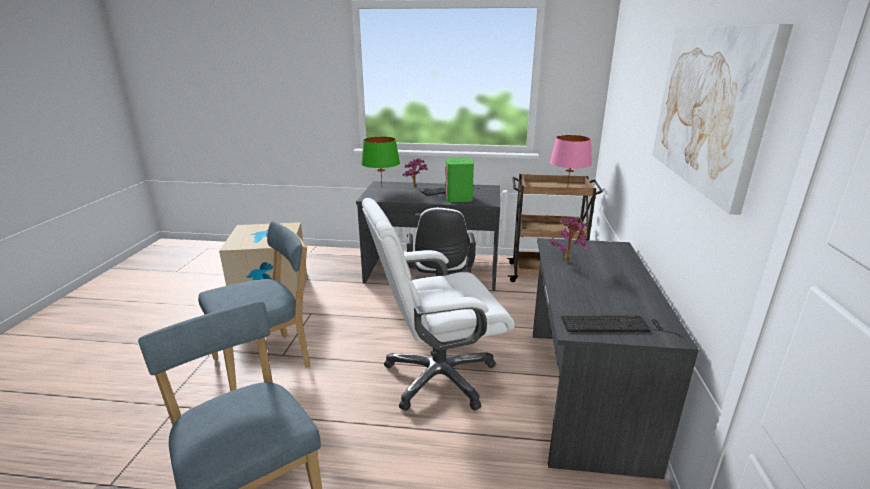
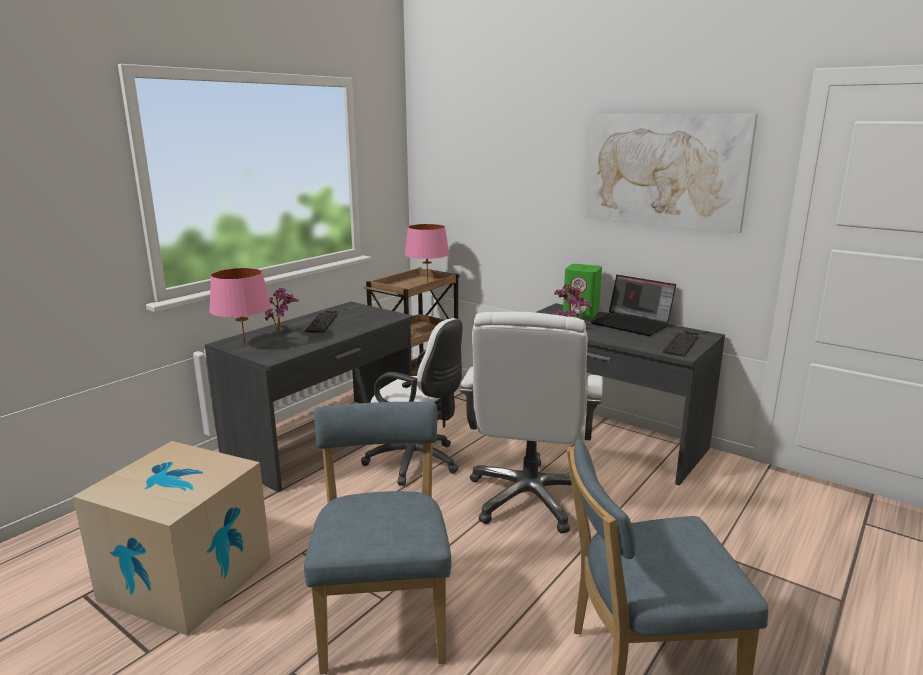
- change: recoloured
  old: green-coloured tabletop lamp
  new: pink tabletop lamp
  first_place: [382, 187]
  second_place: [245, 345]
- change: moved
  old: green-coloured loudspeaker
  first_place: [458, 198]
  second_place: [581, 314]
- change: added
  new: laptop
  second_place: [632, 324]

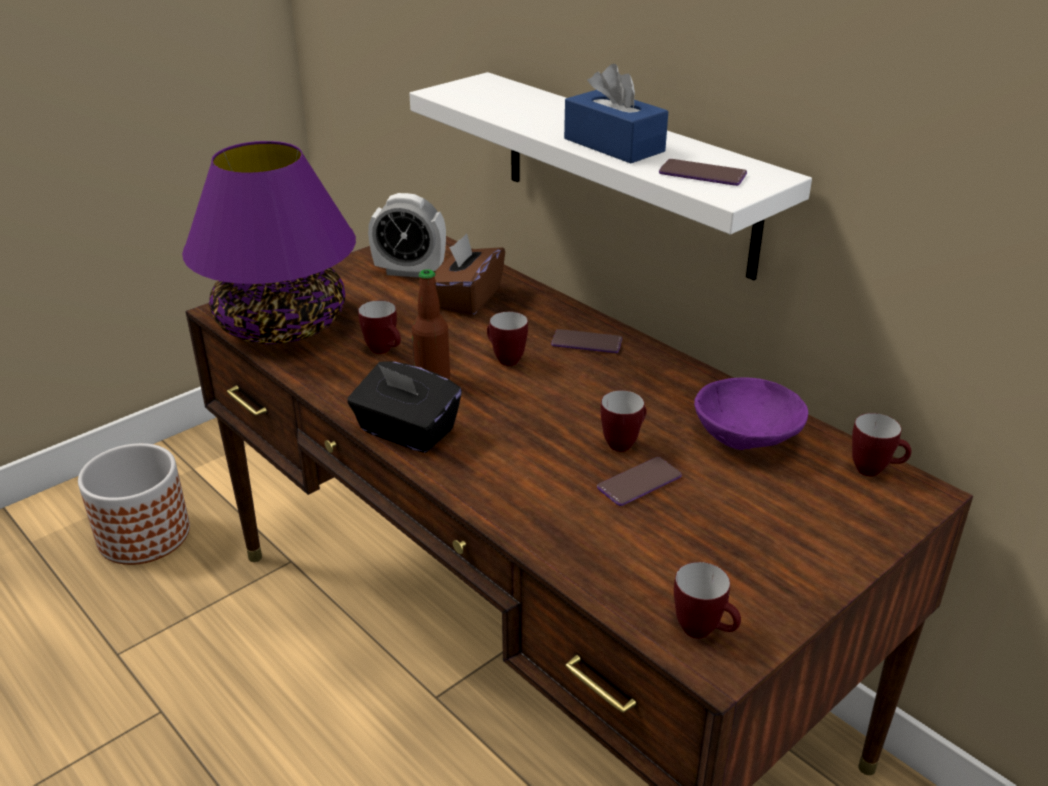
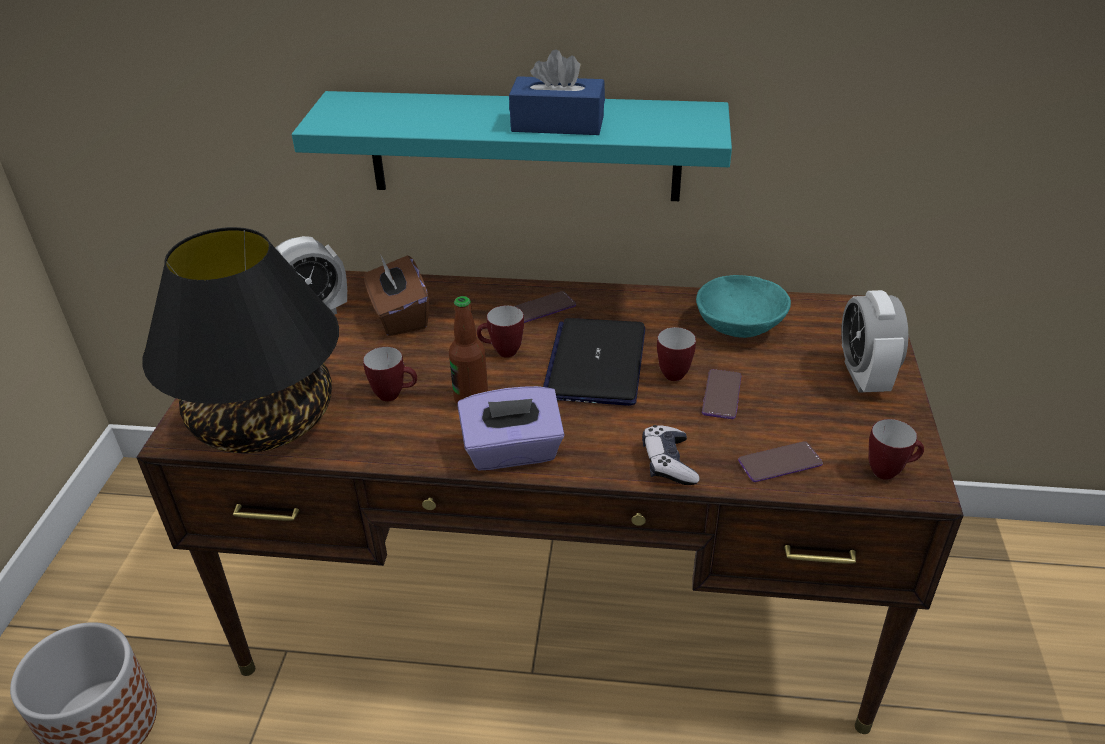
- change: recoloured
  old: purplish tabletop lamp
  new: black-coloured tabletop lamp
  first_place: [281, 326]
  second_place: [263, 421]
- change: recoloured
  old: whitish bracket shelf
  new: blue-green bracket shelf
  first_place: [626, 172]
  second_place: [524, 146]
- change: recoloured
  old: black-coloured box of tissues
  new: purplish box of tissues
  first_place: [406, 432]
  second_place: [512, 452]
- change: added
  new: laptop
  second_place: [596, 363]
- change: added
  new: game controller
  second_place: [668, 463]
- change: recoloured
  old: purplish bowl
  new: blue-green bowl
  first_place: [748, 439]
  second_place: [741, 326]
- change: moved
  old: handset
  first_place: [702, 174]
  second_place: [779, 463]
- change: added
  new: table clock
  second_place: [863, 376]
- change: removed
  old: mug
  first_place: [874, 470]

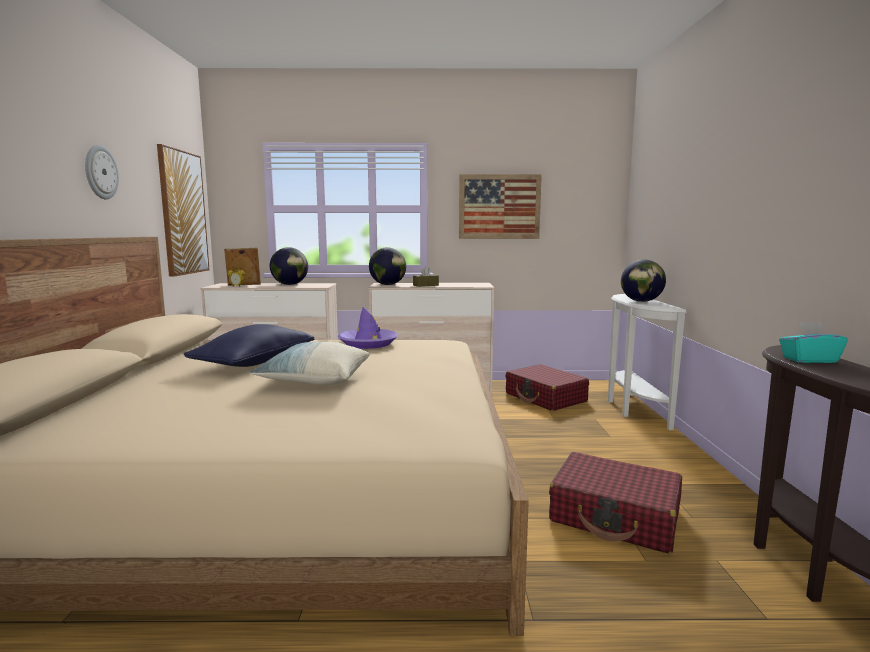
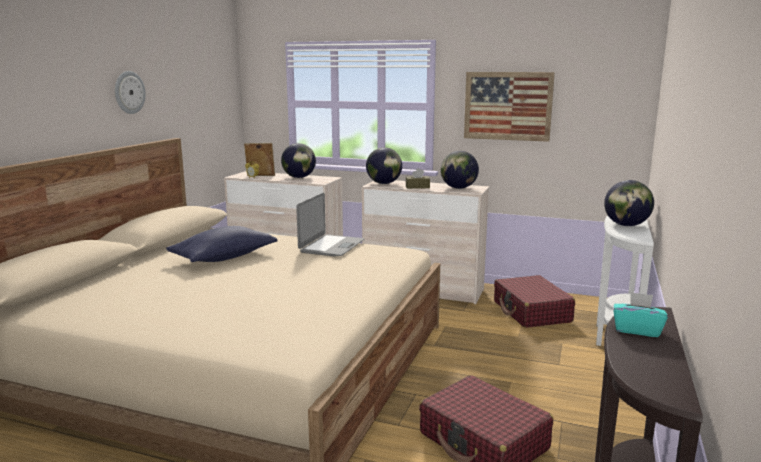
- change: replaced
  old: purplish hat
  new: laptop
  first_place: [368, 343]
  second_place: [331, 246]
- change: added
  new: world globe
  second_place: [458, 188]
- change: removed
  old: wall picture
  first_place: [183, 213]
- change: removed
  old: cushion
  first_place: [315, 380]

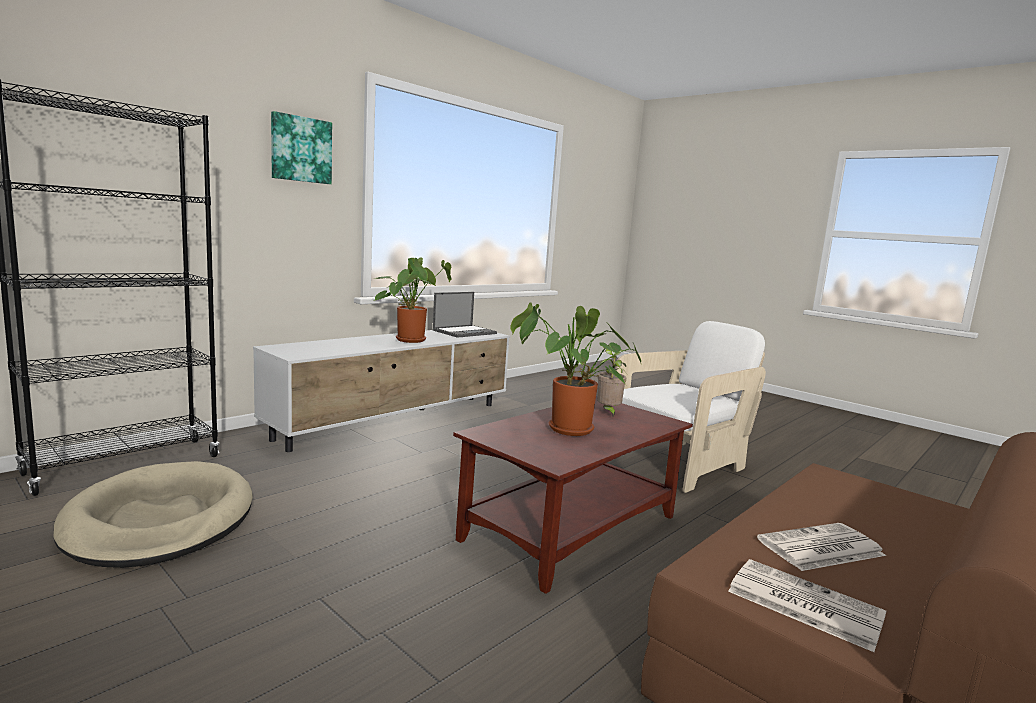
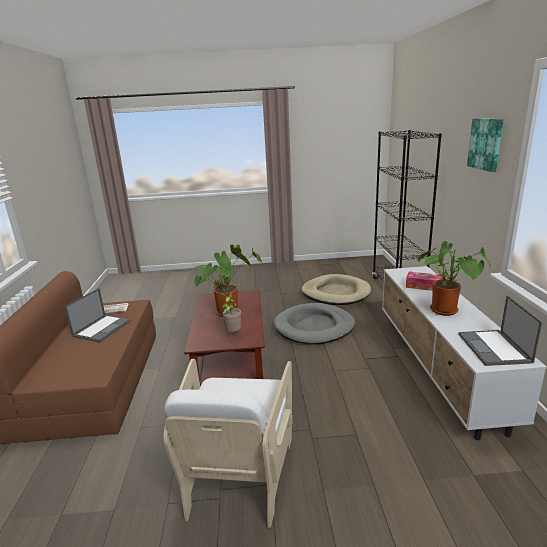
- change: replaced
  old: printed paper
  new: laptop
  first_place: [820, 548]
  second_place: [102, 328]
- change: added
  new: grey dog bed
  second_place: [314, 327]
- change: added
  new: box of tissues
  second_place: [423, 286]

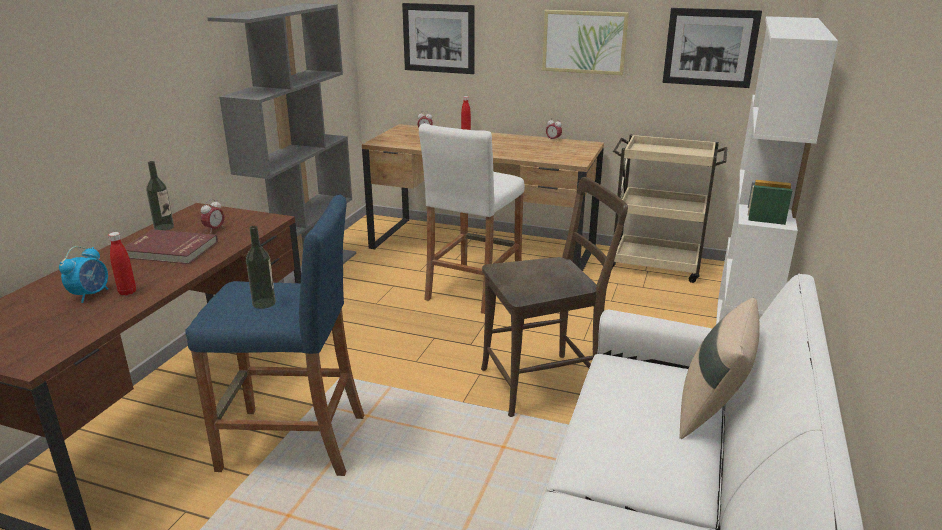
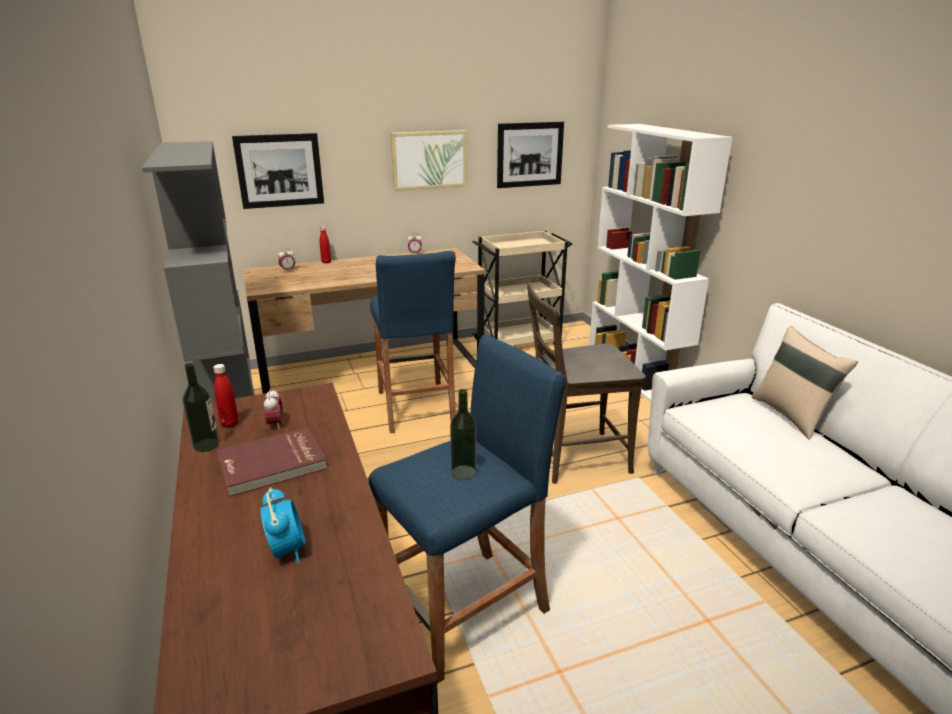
- change: moved
  old: red drink bottle
  first_place: [127, 292]
  second_place: [230, 424]
- change: recoloured
  old: whitish stool
  new: blue stool
  first_place: [473, 288]
  second_place: [415, 407]
- change: turned
  old: brown-coloured plain chair
  first_place: [545, 382]
  second_place: [573, 457]
  degrees: -135

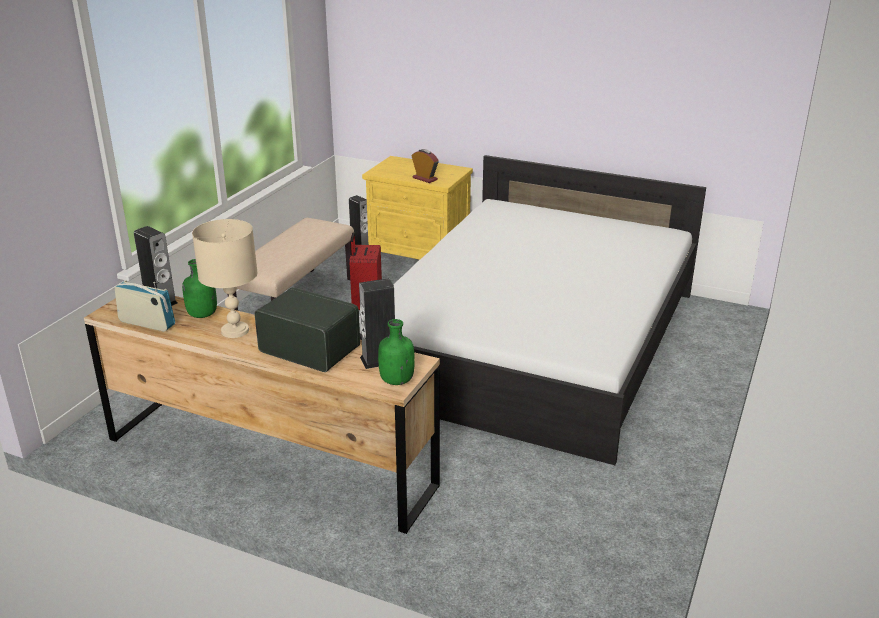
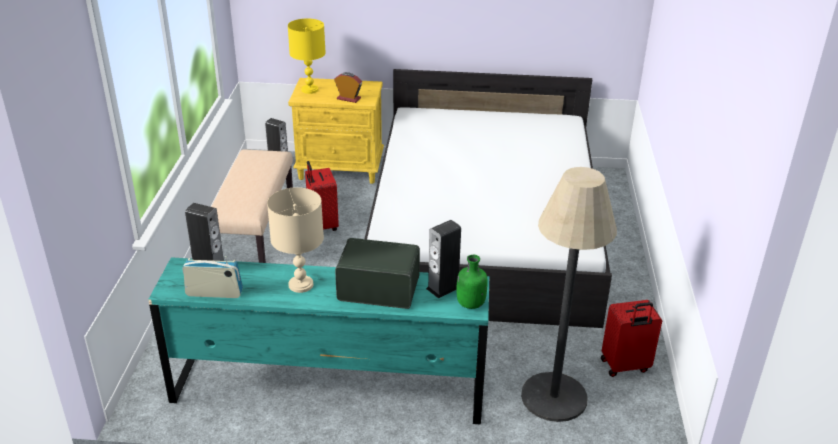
- change: recoloured
  old: brown-coloured drawer chest
  new: blue-green drawer chest
  first_place: [269, 461]
  second_place: [328, 389]
- change: added
  new: yellowish tabletop lamp
  second_place: [309, 90]
- change: added
  new: standing lamp
  second_place: [554, 397]
- change: added
  new: red travel case
  second_place: [625, 366]
- change: removed
  old: green-coloured drink bottle
  first_place: [201, 315]

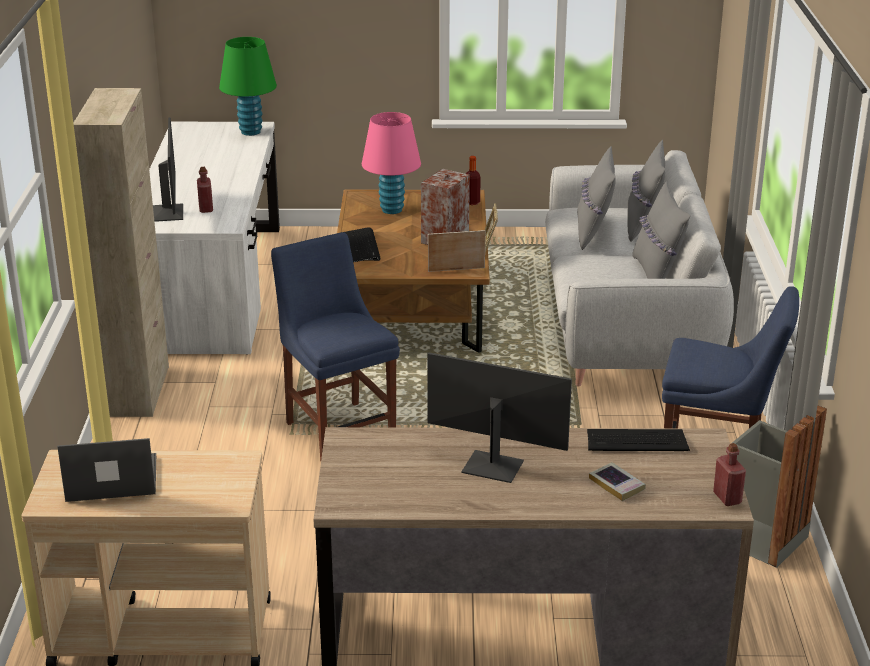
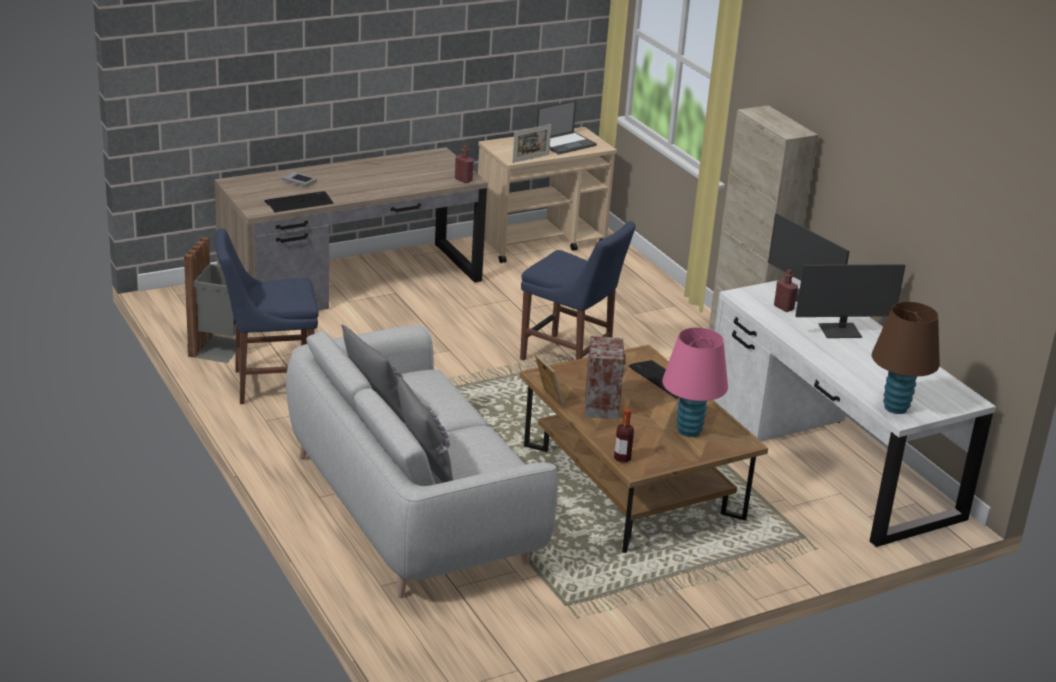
- change: moved
  old: red drink bottle
  first_place: [727, 498]
  second_place: [463, 180]
- change: moved
  old: standing frame
  first_place: [456, 269]
  second_place: [530, 158]
- change: moved
  old: computer screen
  first_place: [493, 465]
  second_place: [840, 331]
- change: recoloured
  old: green-coloured tabletop lamp
  new: brown-coloured tabletop lamp
  first_place: [250, 132]
  second_place: [896, 408]
- change: removed
  old: grey cushion
  first_place: [594, 233]

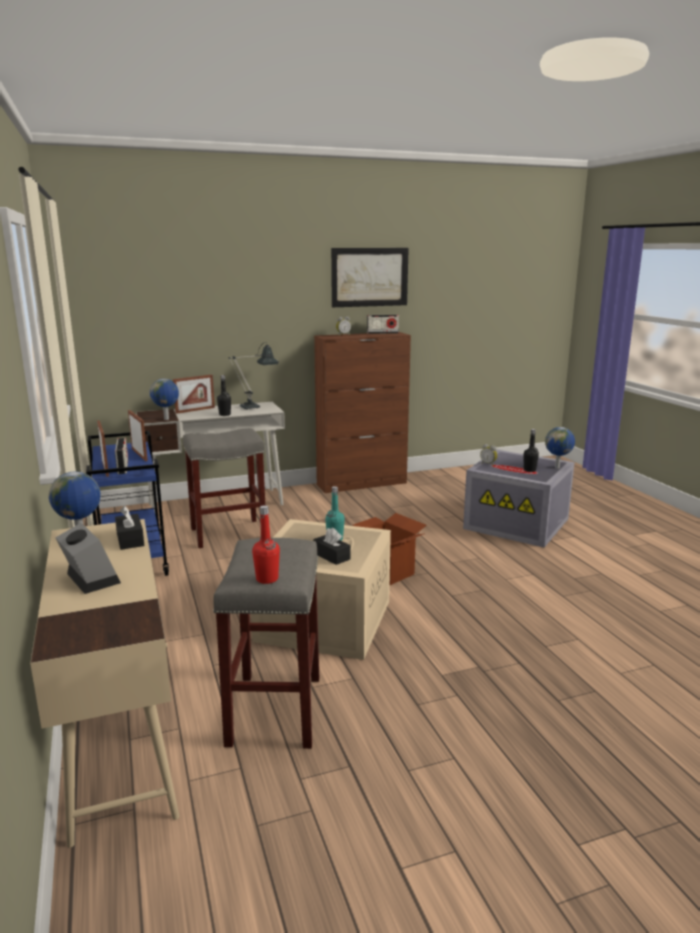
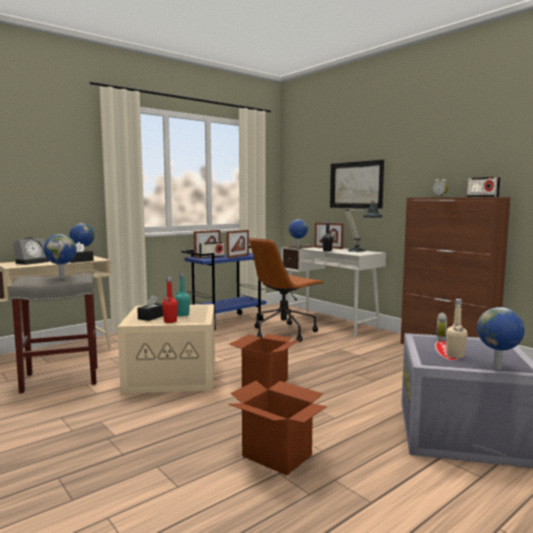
- change: added
  new: world globe
  second_place: [62, 278]
- change: moved
  old: red drink bottle
  first_place: [267, 579]
  second_place: [170, 321]
- change: added
  new: packing box
  second_place: [277, 456]
- change: replaced
  old: grey stool
  new: brown-coloured desk chair
  first_place: [227, 533]
  second_place: [284, 332]
- change: moved
  old: wall picture
  first_place: [369, 277]
  second_place: [356, 185]
- change: recoloured
  old: black-coloured drink bottle
  new: sand-coloured drink bottle
  first_place: [529, 470]
  second_place: [455, 356]

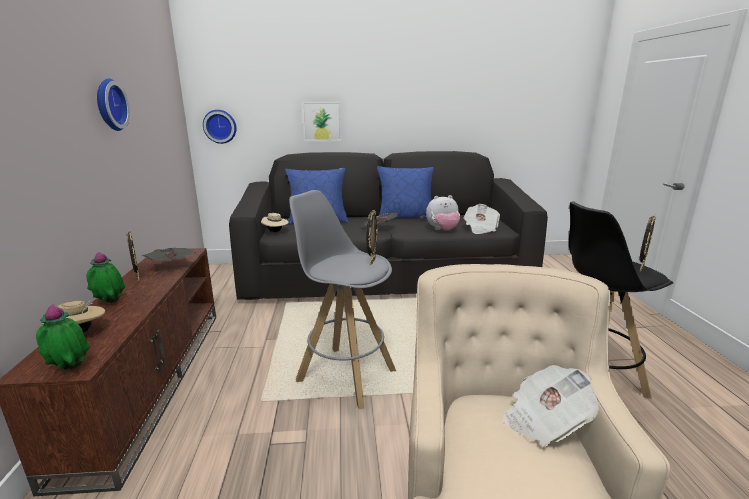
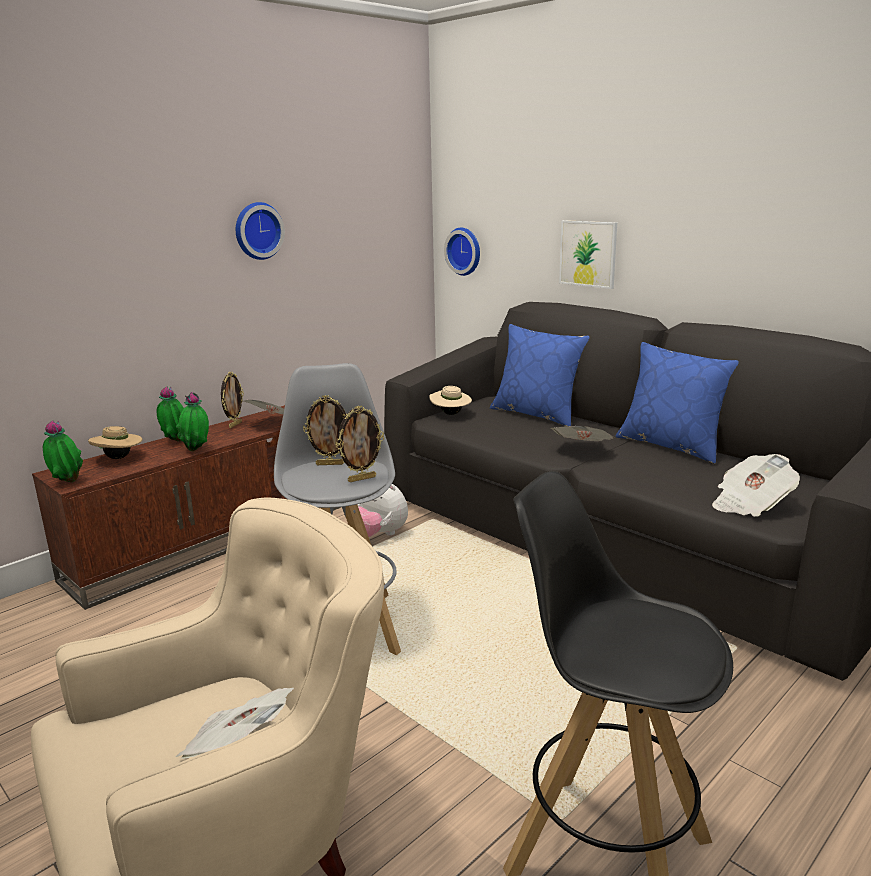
- change: added
  new: plant in a pot
  second_place: [197, 450]
- change: moved
  old: standing frame
  first_place: [640, 268]
  second_place: [330, 464]
- change: moved
  old: plush toy
  first_place: [442, 230]
  second_place: [380, 535]

